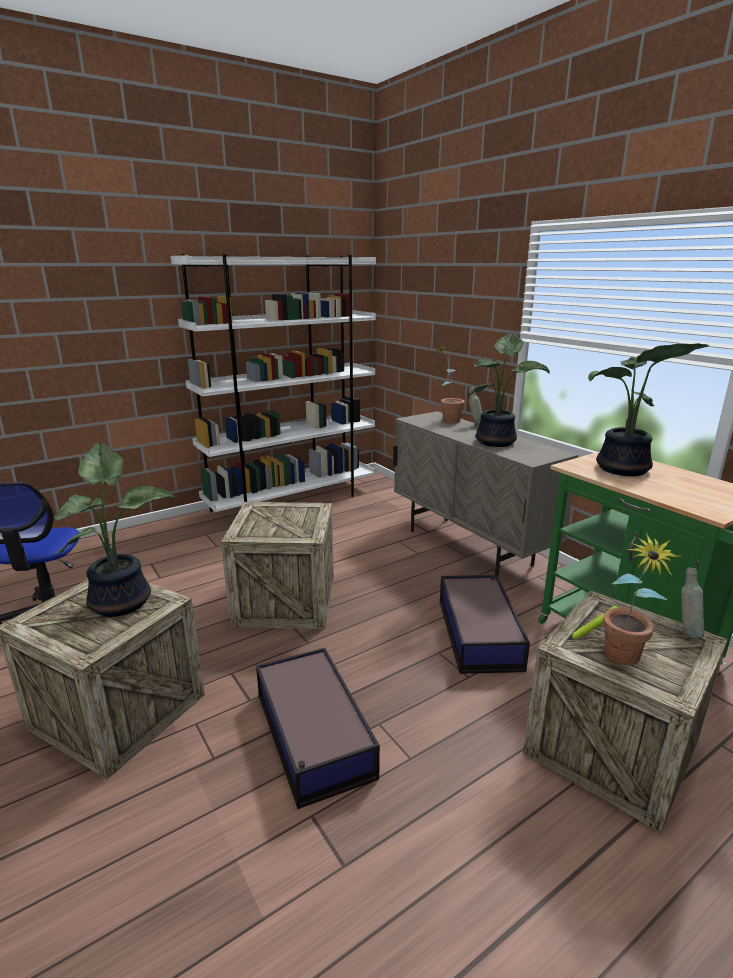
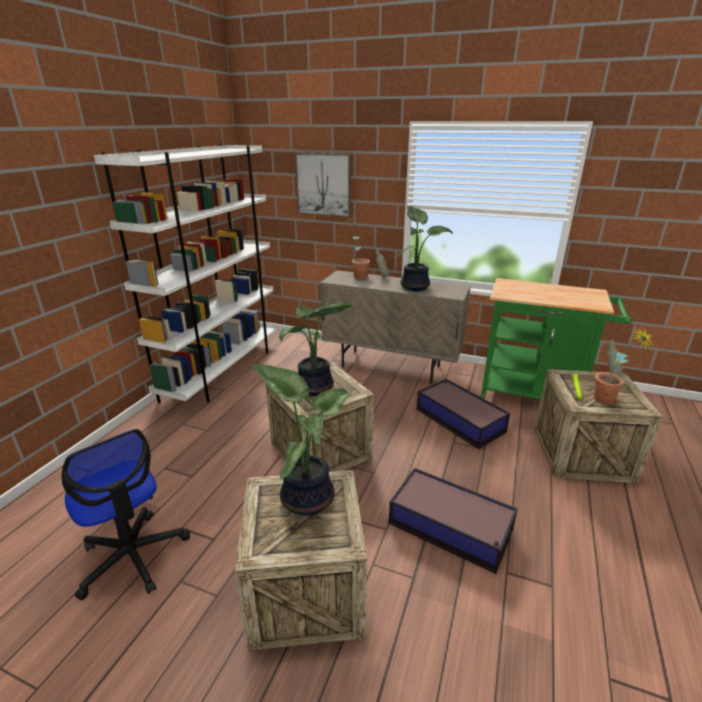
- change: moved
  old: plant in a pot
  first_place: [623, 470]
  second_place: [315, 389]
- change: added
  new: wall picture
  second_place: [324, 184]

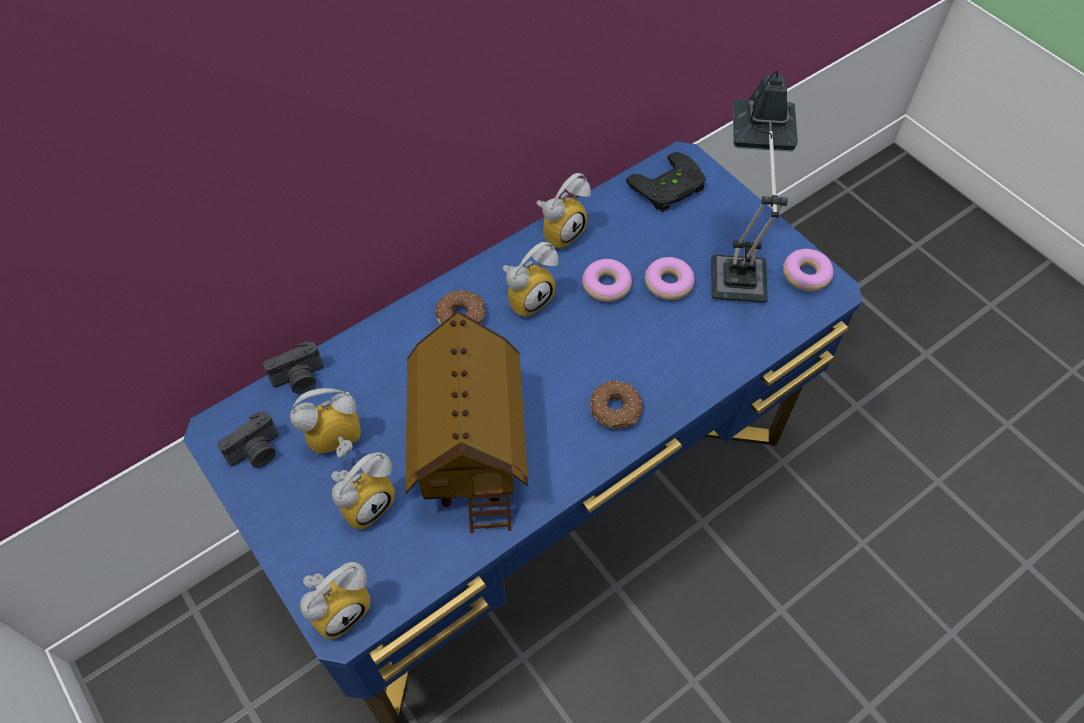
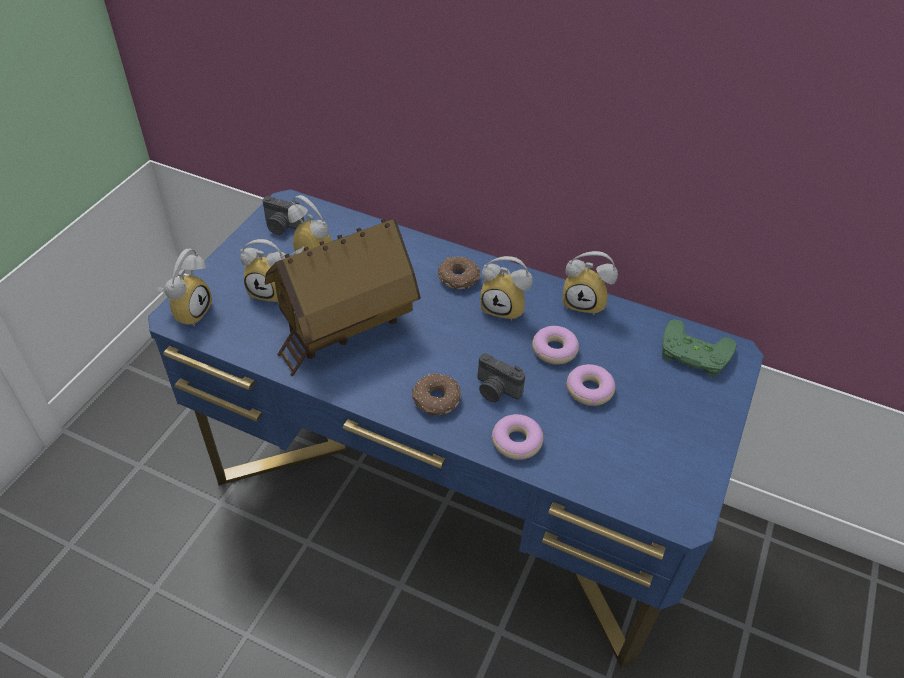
- change: turned
  old: table clock
  first_place: [340, 606]
  second_place: [189, 310]
  degrees: -90
- change: moved
  old: still camera
  first_place: [300, 379]
  second_place: [495, 390]
- change: moved
  old: donut
  first_place: [806, 274]
  second_place: [517, 441]
- change: recoloured
  old: black-coloured game controller
  new: green-coloured game controller
  first_place: [669, 189]
  second_place: [693, 355]
- change: removed
  old: tabletop lamp
  first_place: [737, 267]

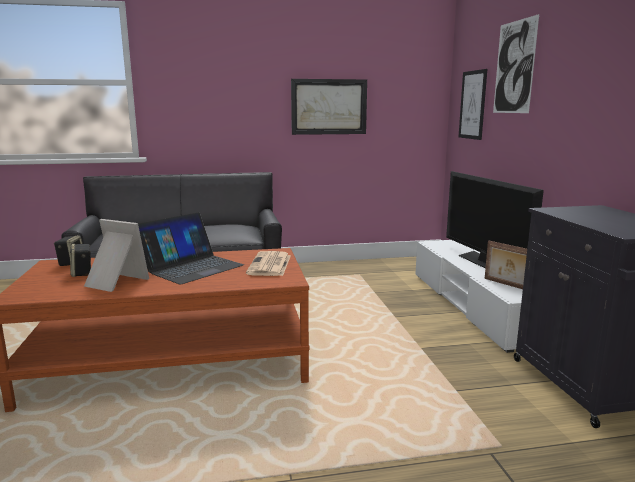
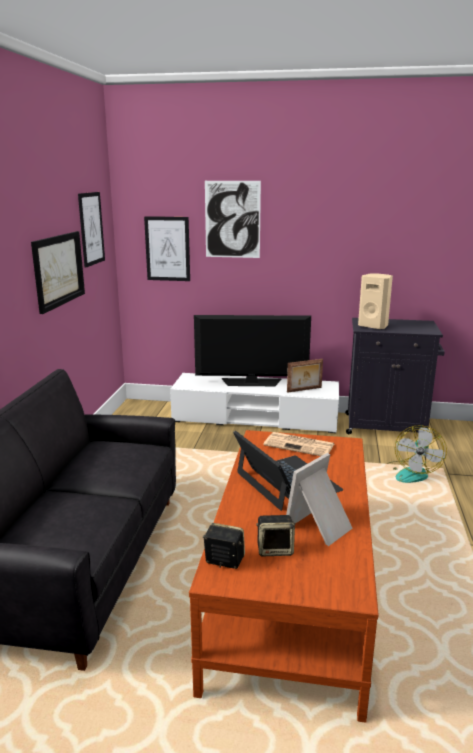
- change: added
  new: wall picture
  second_place: [91, 228]
- change: added
  new: sand-coloured loudspeaker
  second_place: [374, 326]
- change: added
  new: fan
  second_place: [412, 473]

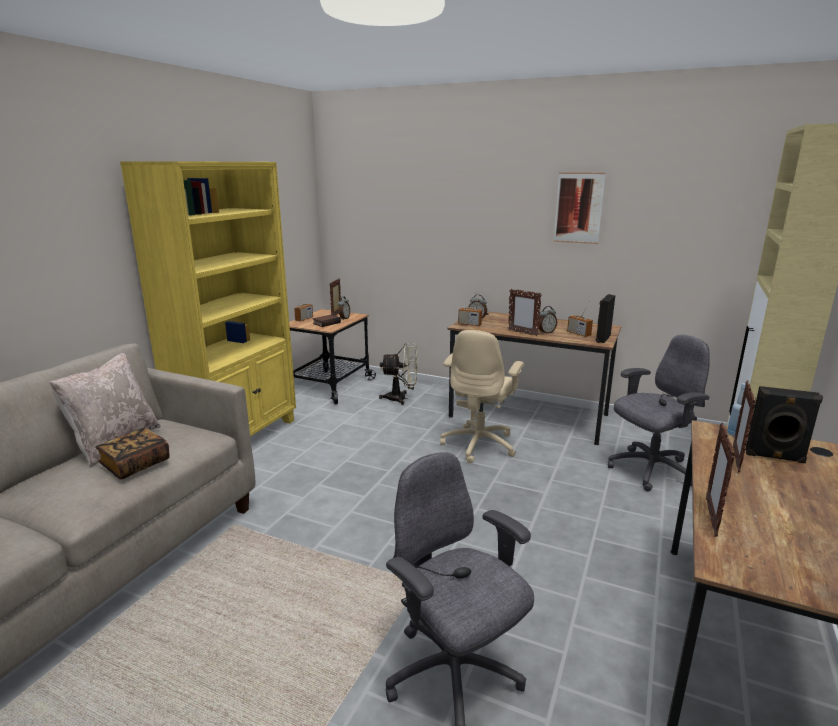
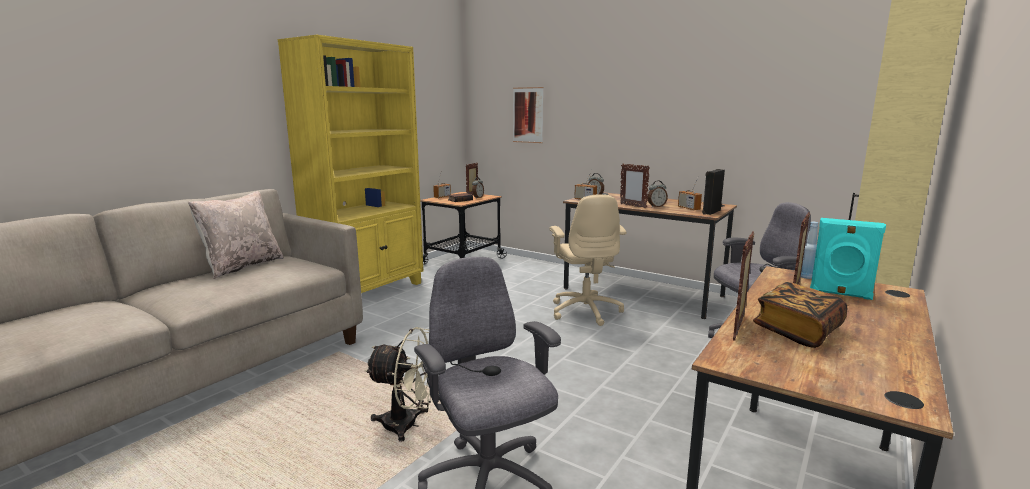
- change: moved
  old: sand-coloured fan
  first_place: [401, 398]
  second_place: [408, 425]
- change: moved
  old: wall picture
  first_place: [578, 208]
  second_place: [528, 115]
- change: turned
  old: sand-coloured desk chair
  first_place: [480, 444]
  second_place: [585, 311]
  degrees: -45
- change: moved
  old: volume
  first_place: [135, 465]
  second_place: [797, 331]
- change: recoloured
  old: black-coloured loudspeaker
  new: blue-green loudspeaker
  first_place: [774, 457]
  second_place: [840, 294]

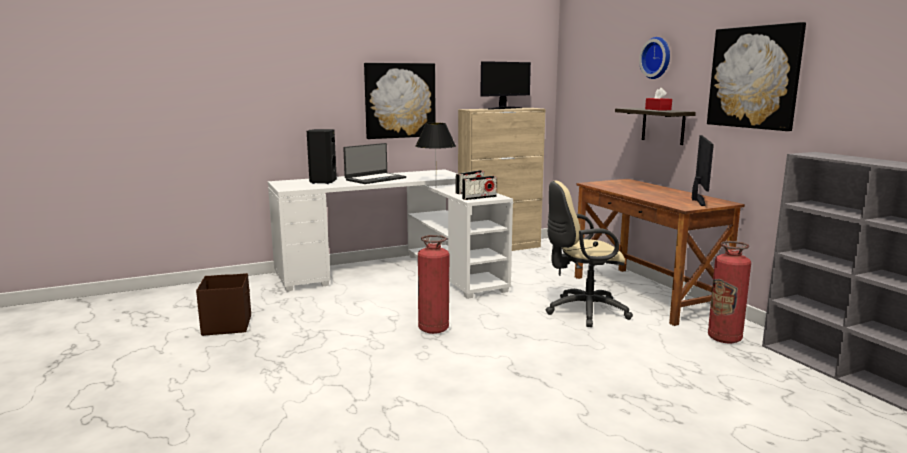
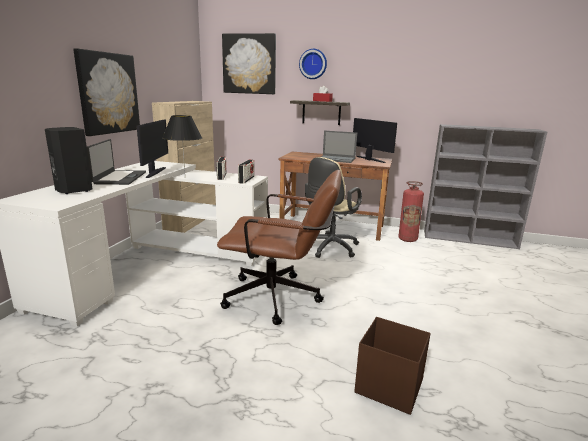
- change: moved
  old: computer screen
  first_place: [504, 108]
  second_place: [154, 172]
- change: replaced
  old: fire extinguisher
  new: brown-coloured desk chair
  first_place: [433, 329]
  second_place: [280, 299]
- change: moved
  old: wall picture
  first_place: [754, 77]
  second_place: [249, 64]
- change: added
  new: laptop
  second_place: [336, 159]
- change: moved
  old: brown-coloured storage bin
  first_place: [227, 325]
  second_place: [388, 386]

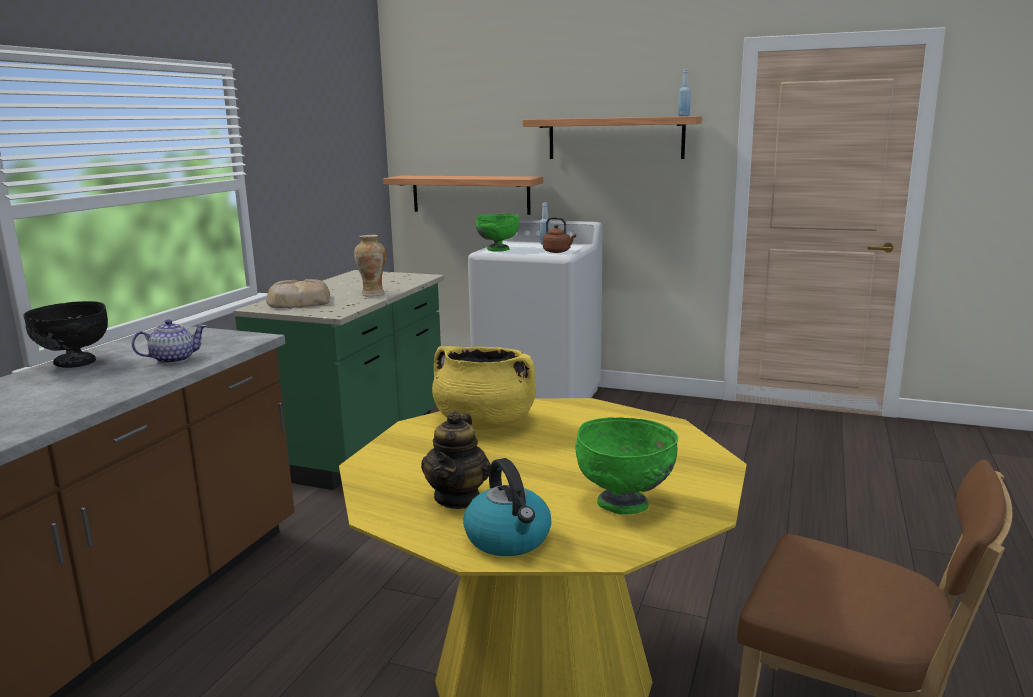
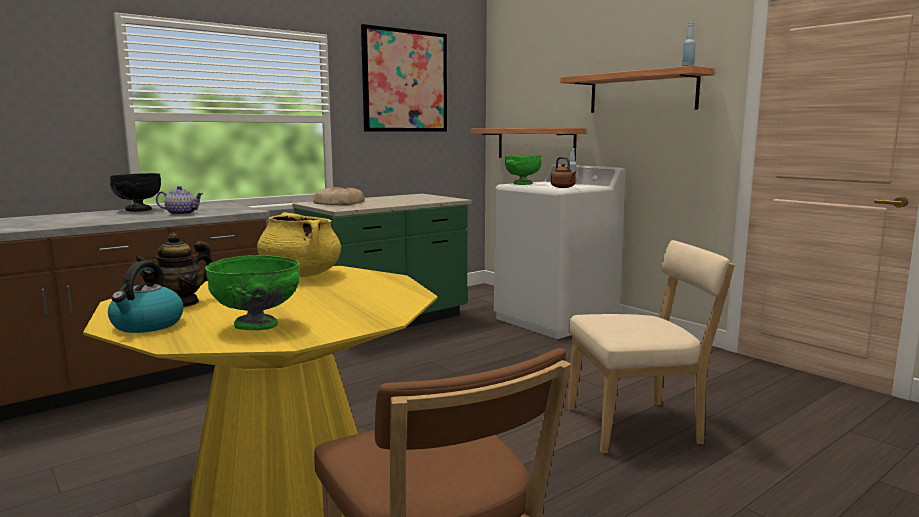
- change: added
  new: wall picture
  second_place: [405, 81]
- change: added
  new: sand-coloured plain chair
  second_place: [639, 426]
- change: removed
  old: vase
  first_place: [372, 294]

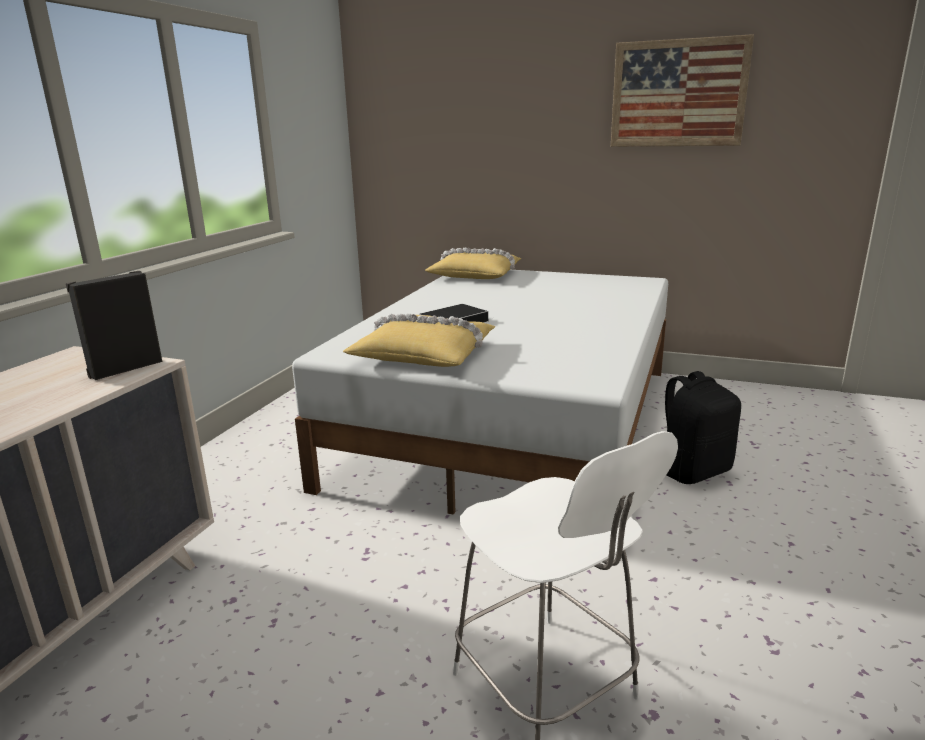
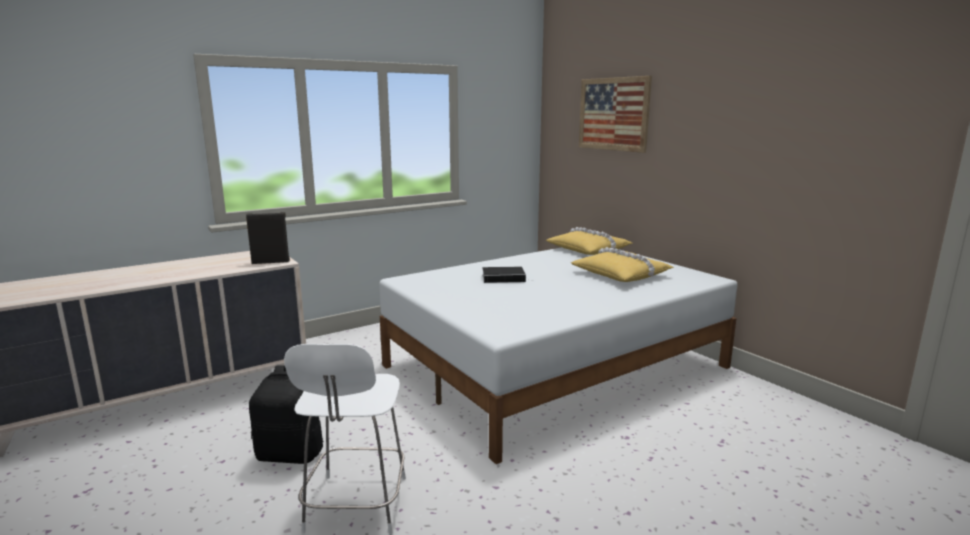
- change: moved
  old: black-coloured rucksack
  first_place: [693, 471]
  second_place: [291, 453]
- change: moved
  old: yellowish cushion
  first_place: [425, 353]
  second_place: [621, 274]
- change: moved
  old: wall picture
  first_place: [678, 94]
  second_place: [613, 114]

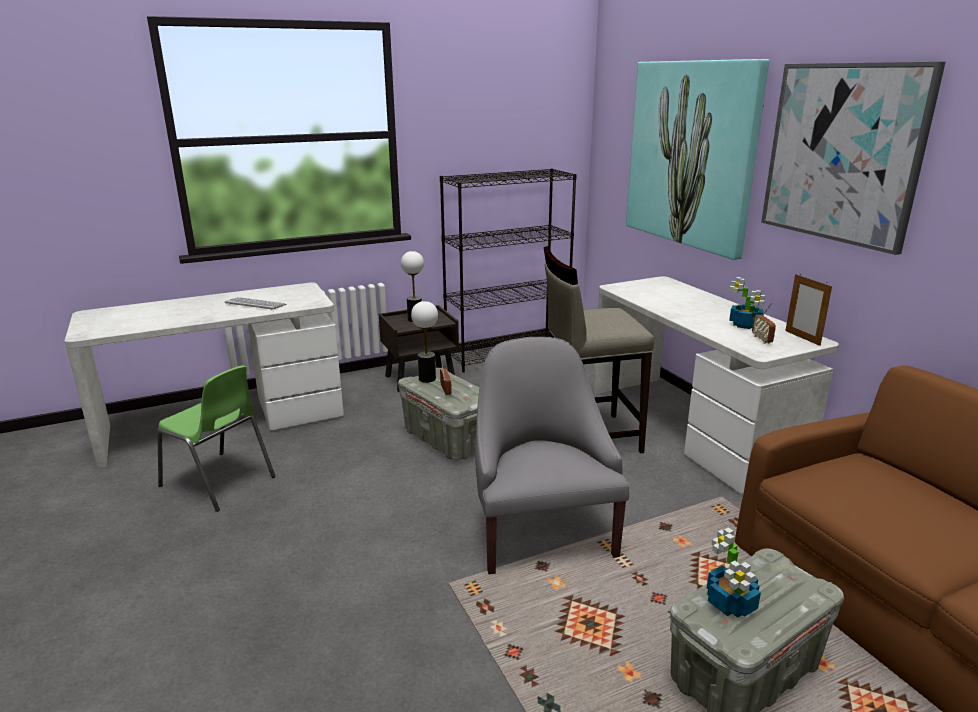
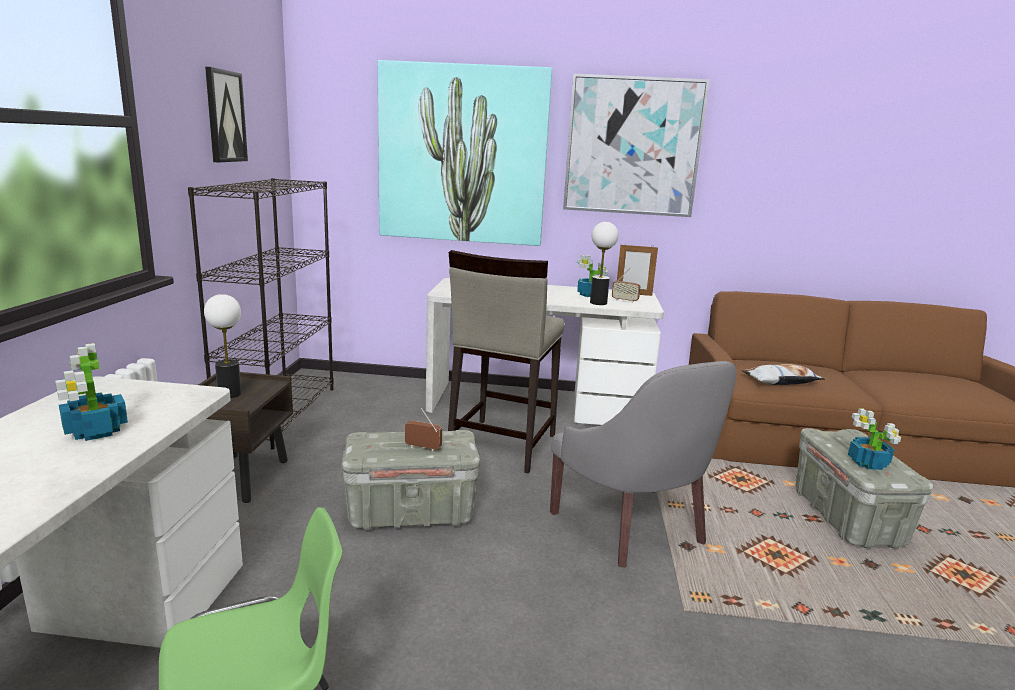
- change: replaced
  old: PC keyboard
  new: plant in a pot
  first_place: [255, 304]
  second_place: [95, 431]
- change: added
  new: wall picture
  second_place: [225, 116]
- change: turned
  old: grey easy chair
  first_place: [540, 532]
  second_place: [633, 527]
  degrees: -135
- change: moved
  old: tabletop lamp
  first_place: [427, 379]
  second_place: [598, 303]
- change: added
  new: cushion
  second_place: [780, 381]

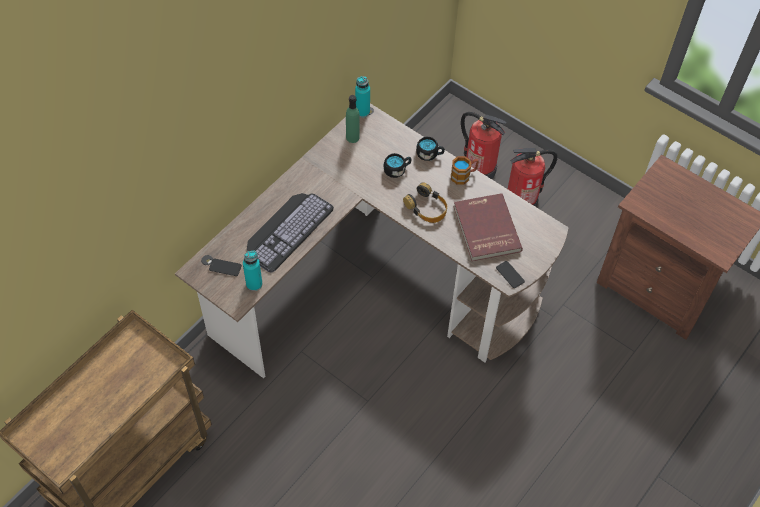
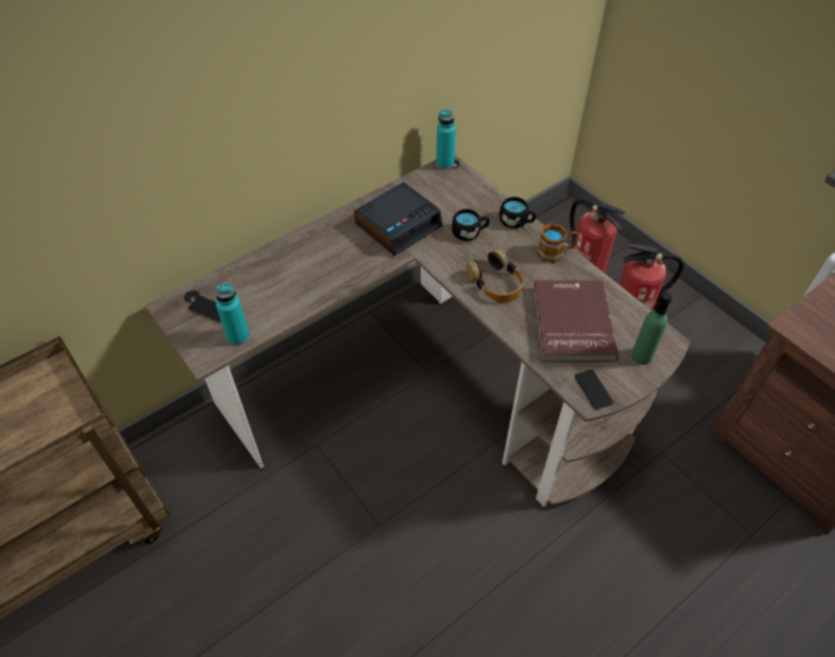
- change: added
  new: table clock
  second_place: [398, 225]
- change: moved
  old: green-coloured drink bottle
  first_place: [352, 137]
  second_place: [641, 356]
- change: removed
  old: PC keyboard
  first_place: [287, 228]

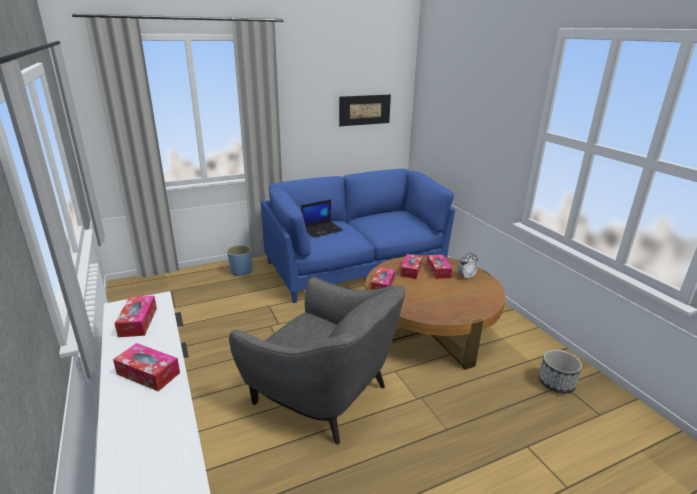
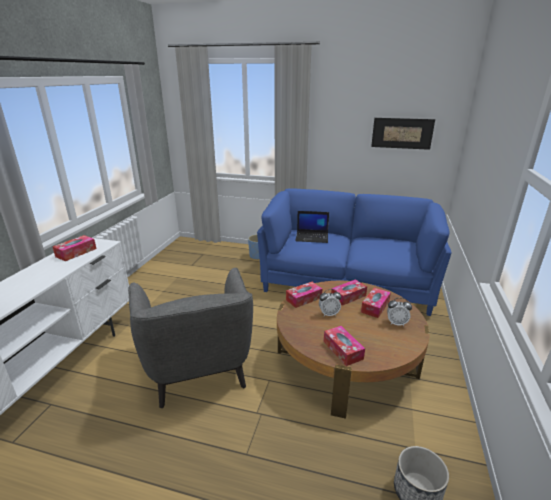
- change: added
  new: table clock
  second_place: [329, 314]
- change: moved
  old: box of tissues
  first_place: [148, 373]
  second_place: [343, 350]

